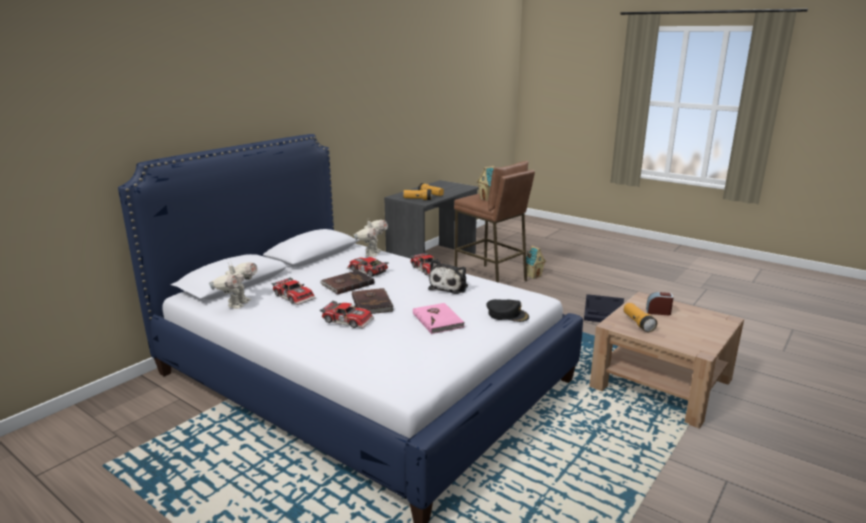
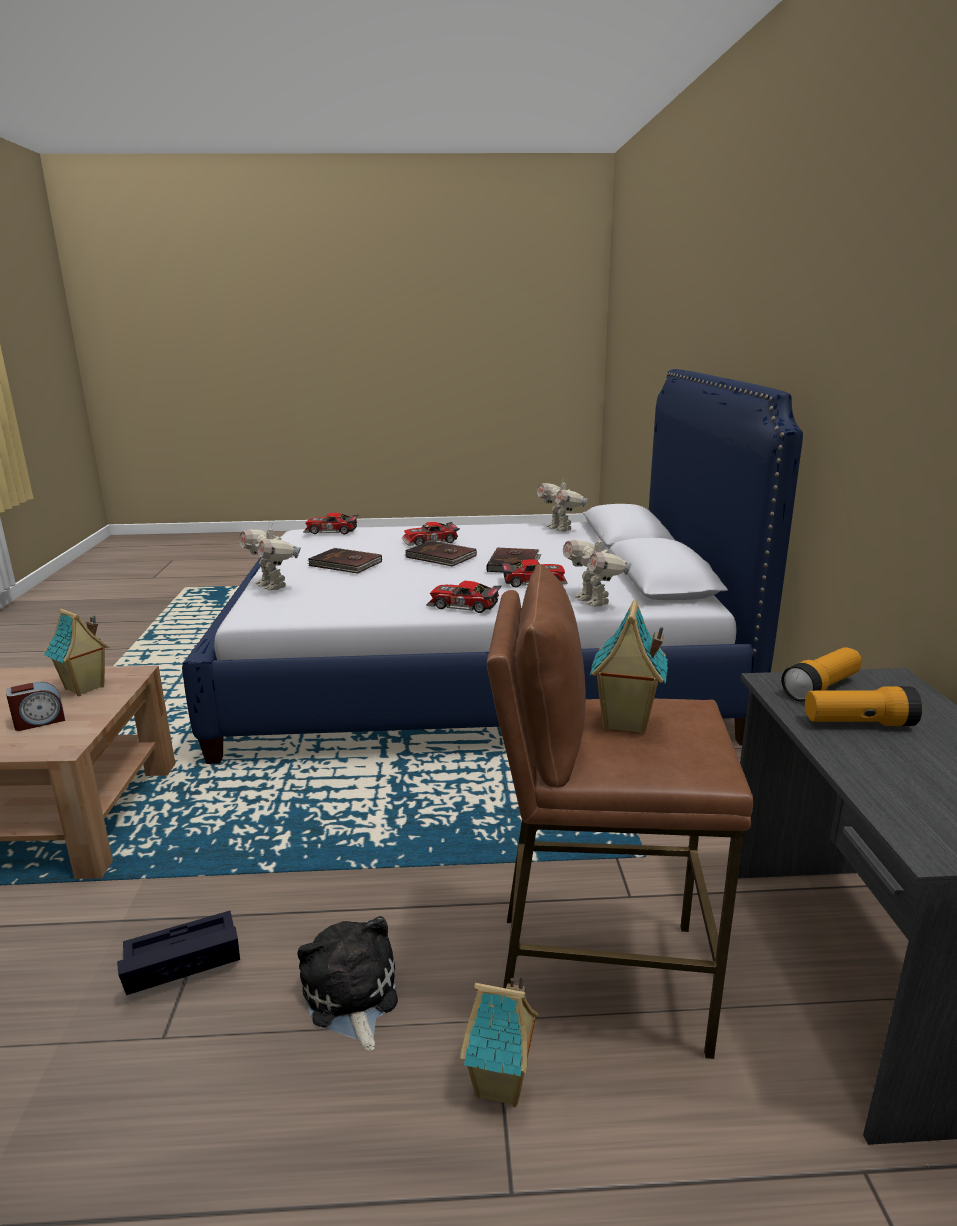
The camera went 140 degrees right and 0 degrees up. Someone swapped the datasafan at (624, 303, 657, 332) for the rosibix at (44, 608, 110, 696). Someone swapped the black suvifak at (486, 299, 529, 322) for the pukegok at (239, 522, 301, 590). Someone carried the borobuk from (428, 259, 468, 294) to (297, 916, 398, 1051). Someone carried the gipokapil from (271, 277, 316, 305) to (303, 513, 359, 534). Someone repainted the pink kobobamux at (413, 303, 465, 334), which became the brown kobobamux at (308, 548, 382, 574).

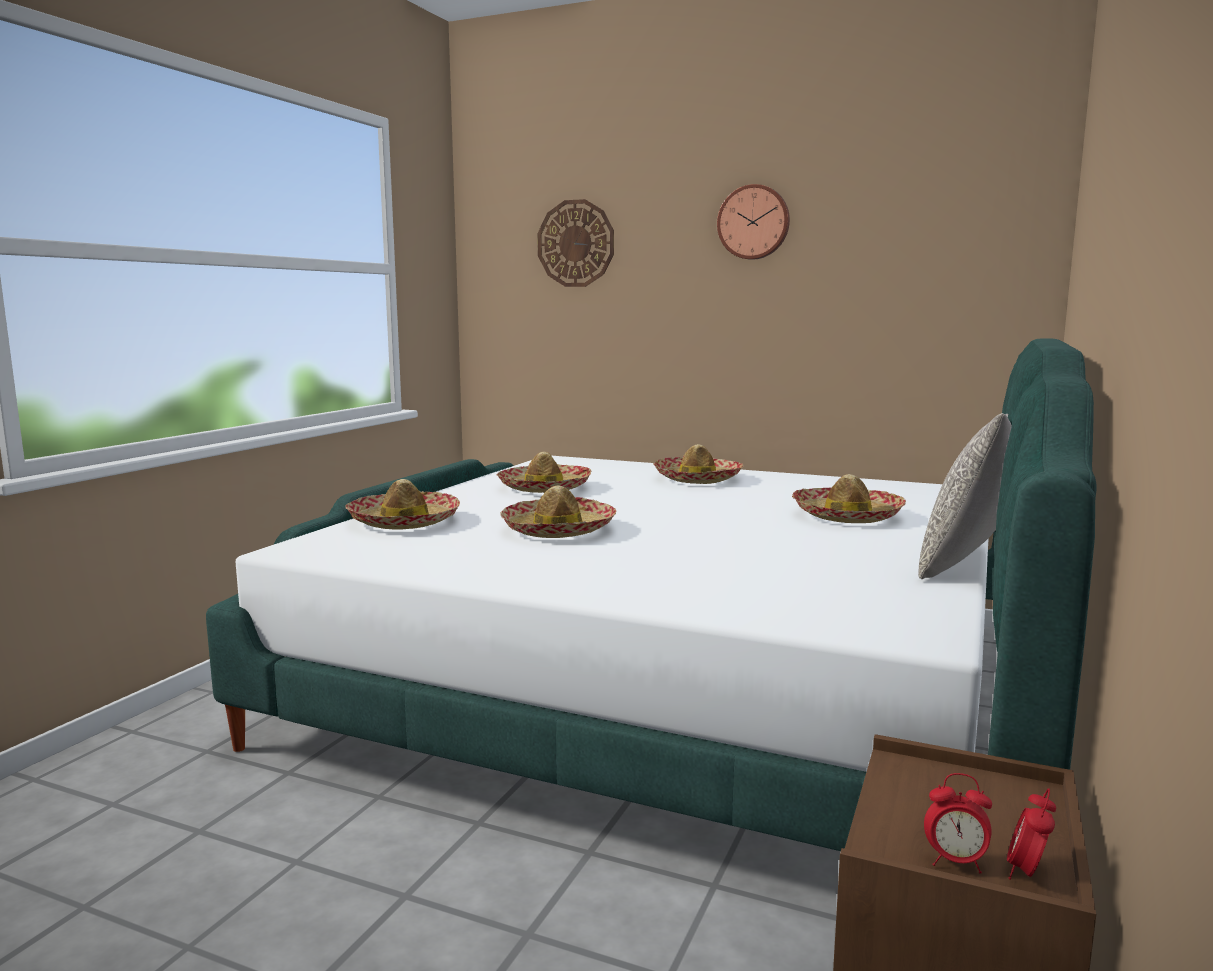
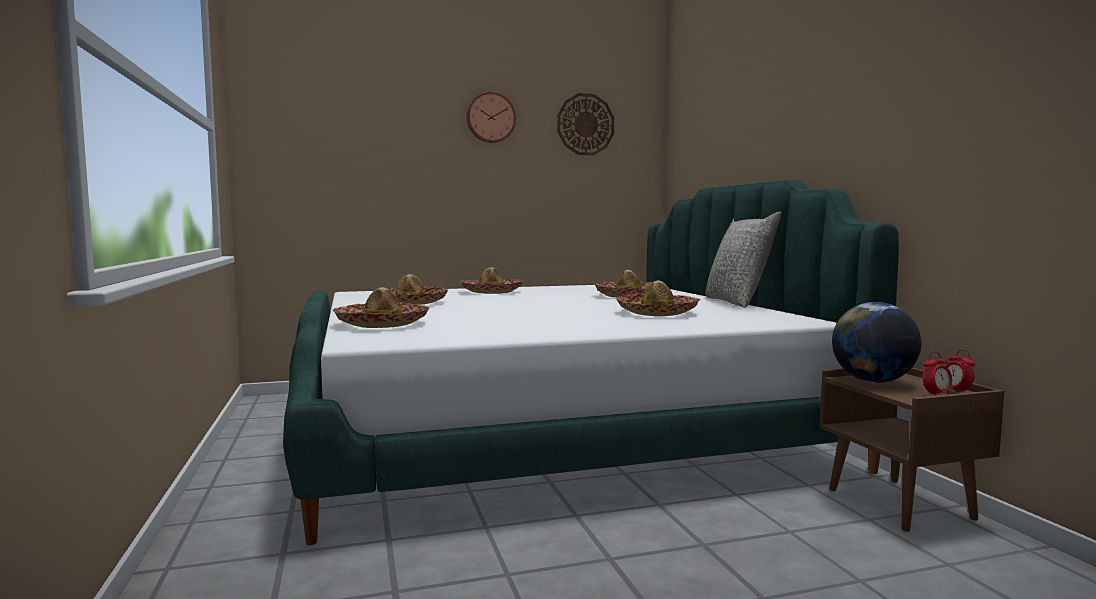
The camera went 40 degrees left and 5 degrees down. Someone carried the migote from (537, 199, 614, 287) to (557, 93, 614, 155). Someone carried the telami from (501, 485, 616, 538) to (616, 280, 700, 316). Someone put down the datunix at (832, 302, 921, 383).

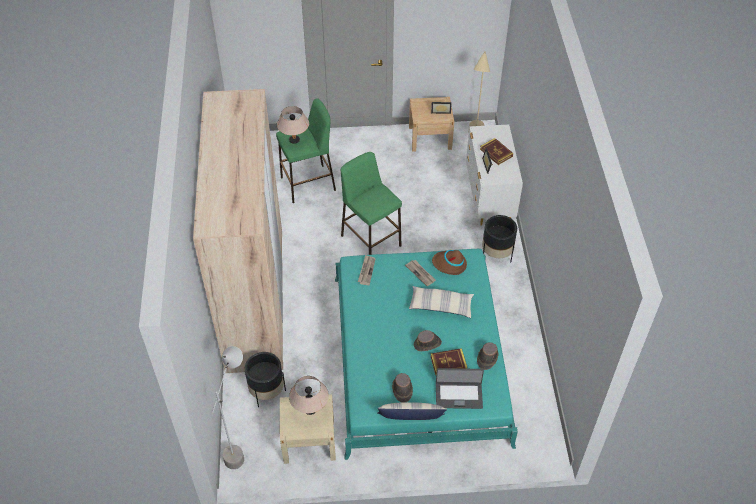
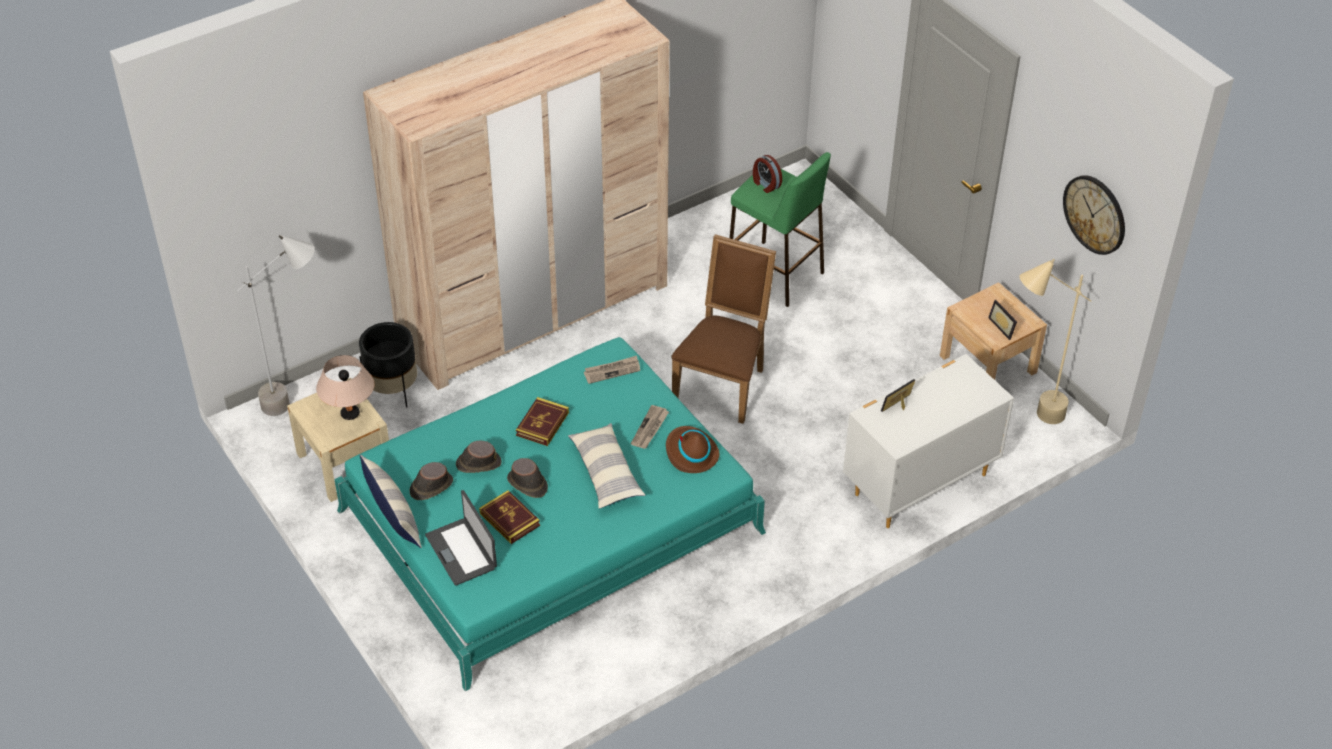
The camera went 60 degrees right and 5 degrees down. Someone carried the brown telami from (477, 342, 498, 370) to (456, 441, 502, 473). Someone carried the kobobamux from (480, 138, 513, 165) to (516, 397, 569, 446). Someone swapped the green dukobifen at (341, 152, 402, 255) for the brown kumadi at (671, 234, 776, 424). Someone swapped the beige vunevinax at (277, 106, 309, 144) for the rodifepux at (753, 155, 782, 193). Someone put up the migote at (1063, 175, 1125, 255). Someone took away the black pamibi at (482, 215, 517, 262).

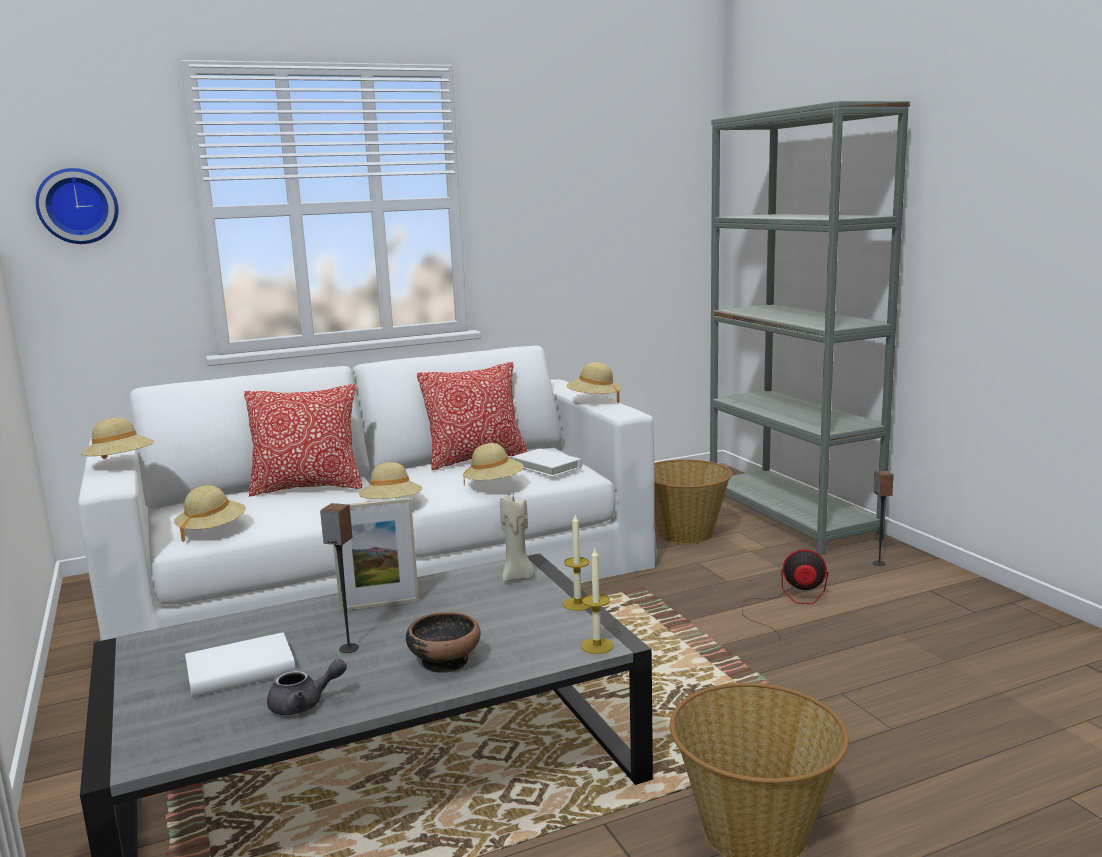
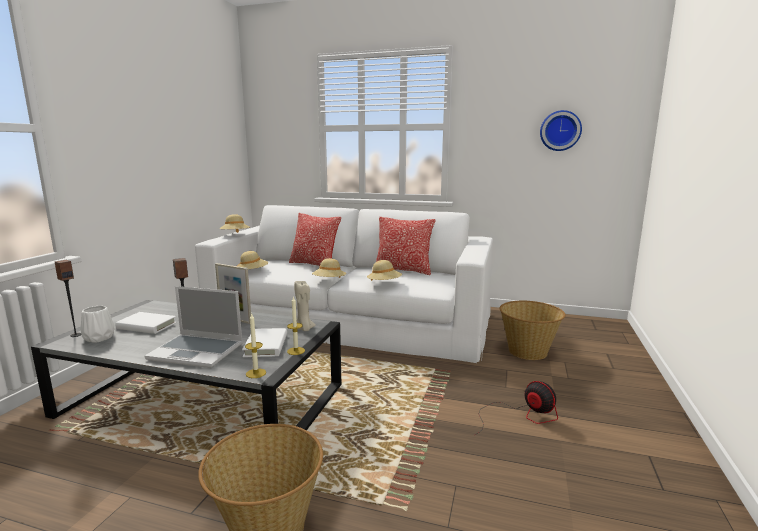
The camera went 40 degrees right and 0 degrees up. Someone carried the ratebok from (873, 471, 894, 566) to (55, 260, 81, 337). Someone put down the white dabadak at (80, 306, 115, 343). Someone swapped the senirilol at (406, 612, 481, 673) for the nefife at (145, 286, 243, 368). Someone carried the white kobobamux from (511, 449, 583, 477) to (242, 328, 287, 357). Someone carried the migote from (36, 168, 119, 244) to (540, 110, 582, 151). Someone took away the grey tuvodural at (267, 659, 347, 715). Someone took away the beige telami at (566, 362, 621, 403). Someone took away the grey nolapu at (710, 101, 910, 555).

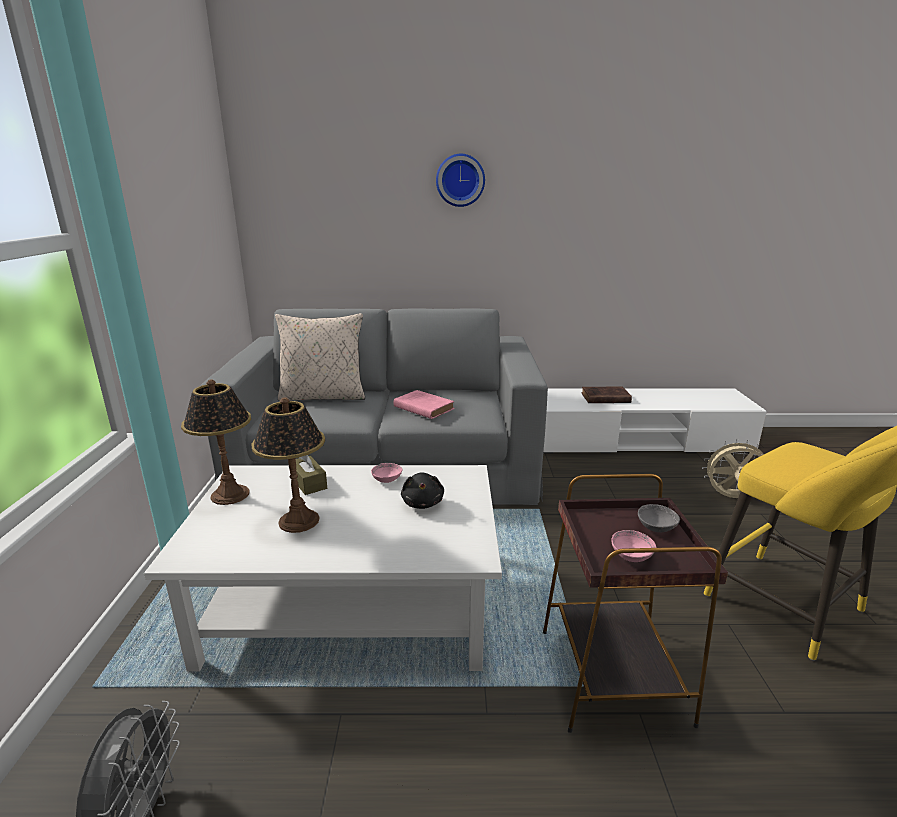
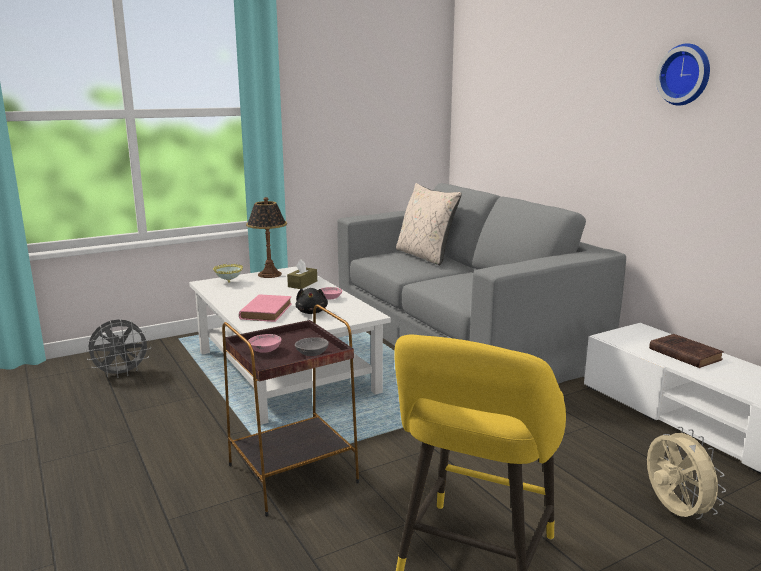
The camera went 60 degrees right and 5 degrees down. Someone put down the senirilol at (213, 263, 243, 283). Someone carried the pink kobobamux from (394, 390, 454, 419) to (239, 294, 292, 322). Someone rotated the black borobuk at (401, 472, 444, 509) by 60 degrees counterclockwise. Someone carried the migote from (436, 154, 485, 207) to (656, 43, 710, 106). Someone took away the vunevinax at (251, 397, 325, 533).

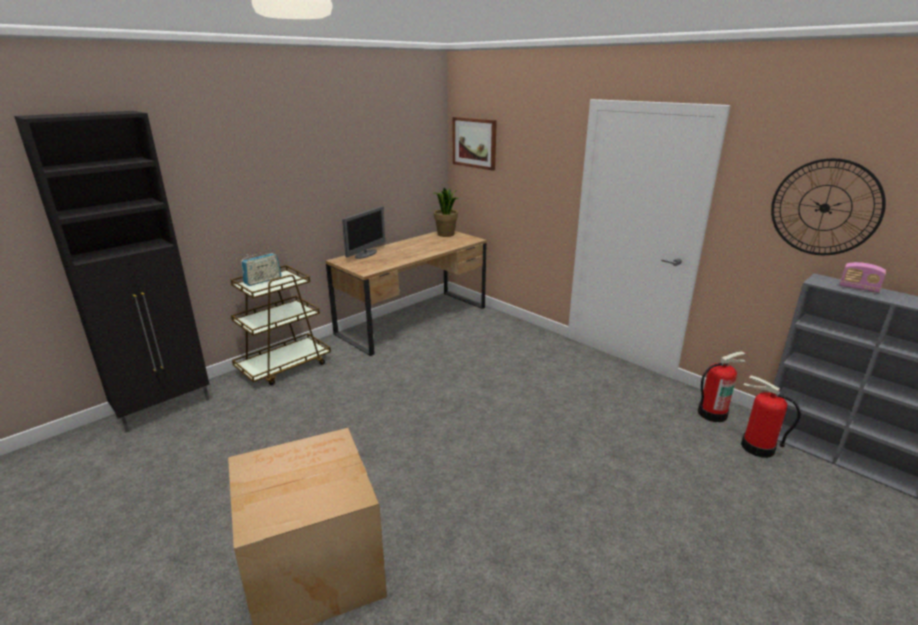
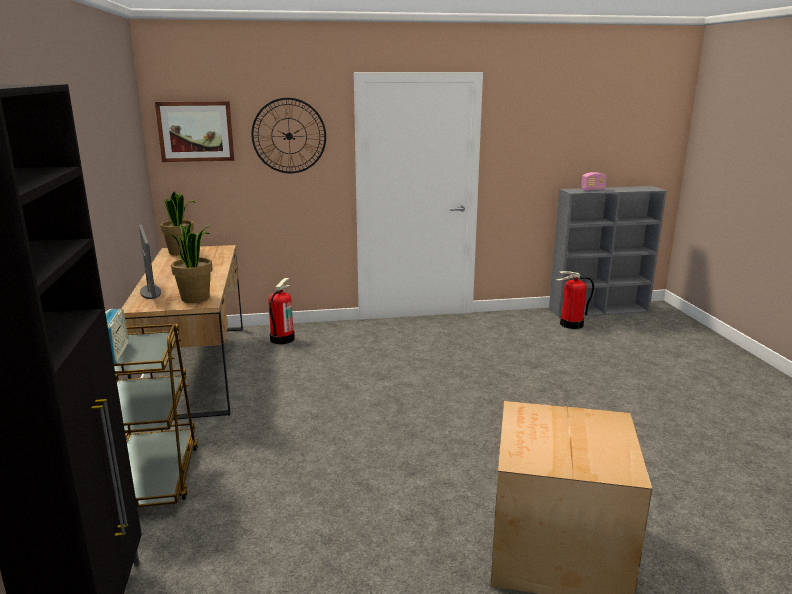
The camera went 55 degrees left and 5 degrees down. Someone put down the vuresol at (171, 223, 213, 303). Someone carried the migote from (771, 158, 886, 255) to (251, 98, 326, 173). Someone carried the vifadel from (698, 351, 746, 422) to (268, 278, 295, 344).

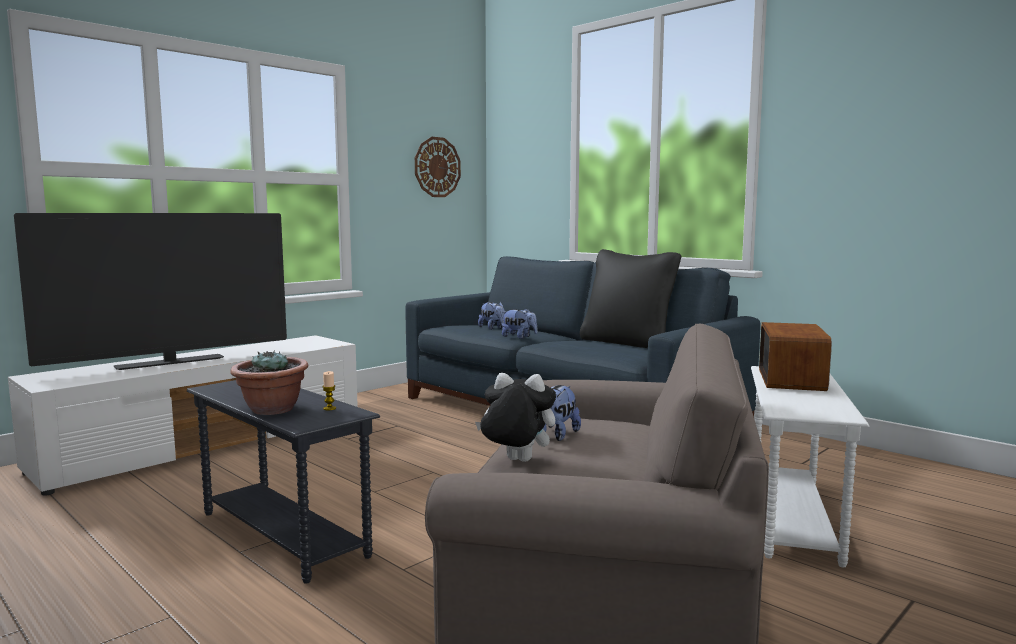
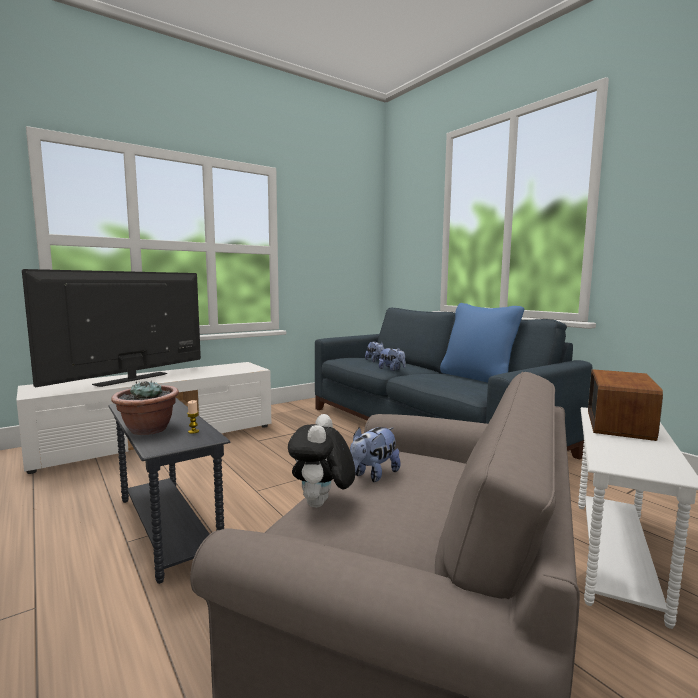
The camera went 10 degrees right and 0 degrees up. Someone rotated the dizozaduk at (14, 213, 287, 370) by 150 degrees clockwise. Someone rotated the borobuk at (475, 373, 556, 462) by 105 degrees counterclockwise. Someone repainted the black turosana at (580, 249, 681, 348), which became the blue turosana at (440, 303, 524, 383). Someone took away the migote at (415, 137, 461, 197).

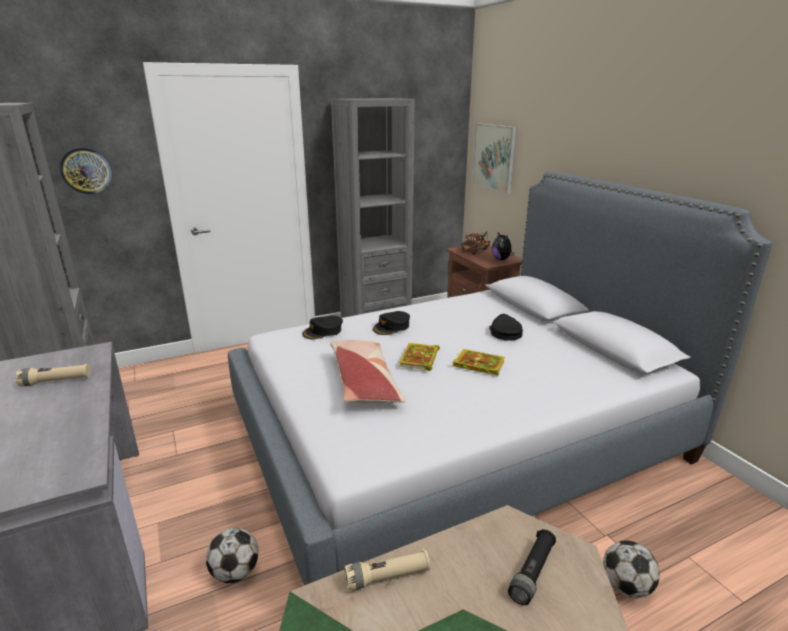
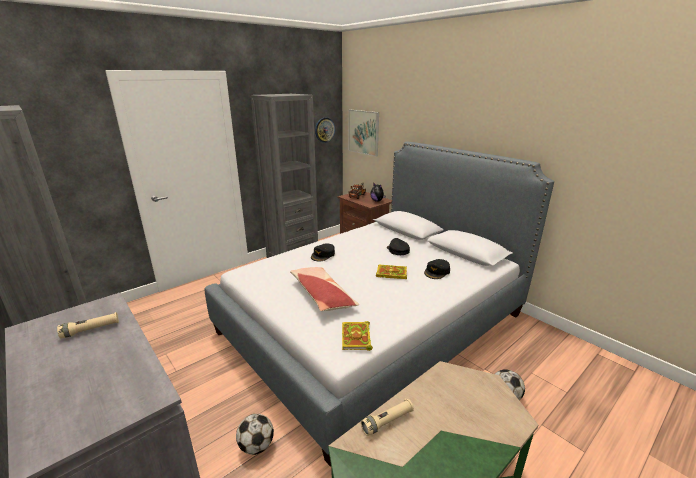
The camera went 15 degrees left and 0 degrees up. Someone carried the migote from (59, 147, 112, 195) to (315, 118, 335, 143). Someone carried the kobobamux from (399, 343, 440, 371) to (342, 321, 373, 351). Someone carried the black suvifak from (302, 315, 343, 339) to (424, 259, 450, 279). Someone took away the black datasafan at (508, 529, 556, 605).

